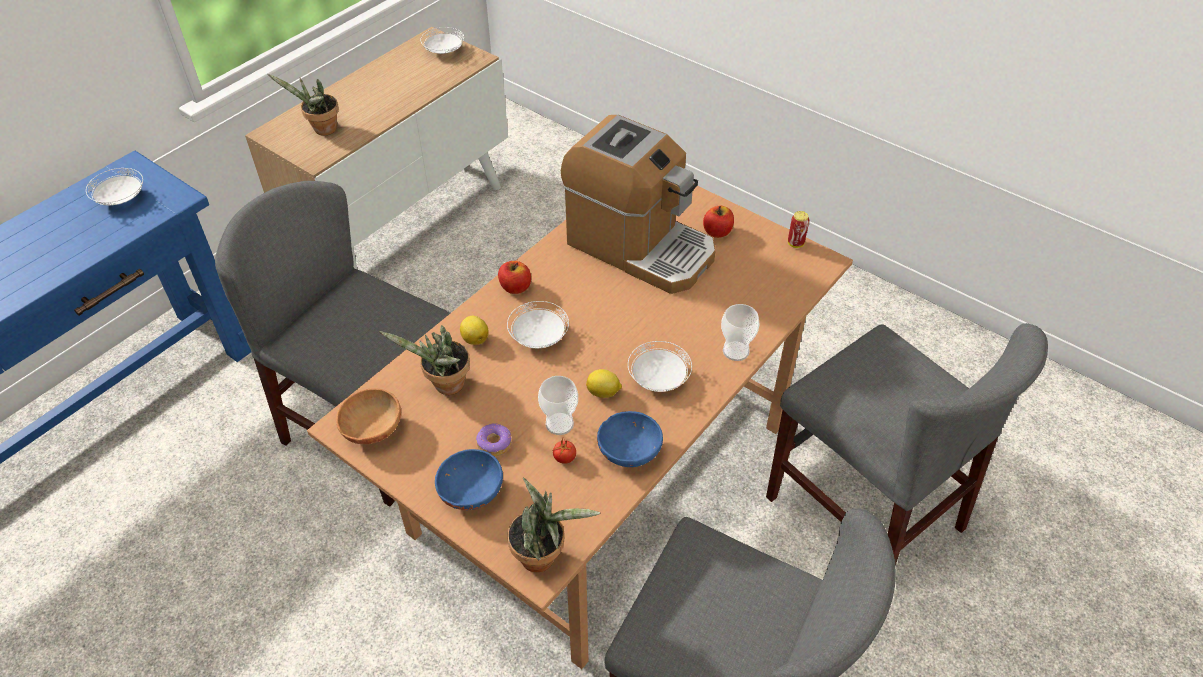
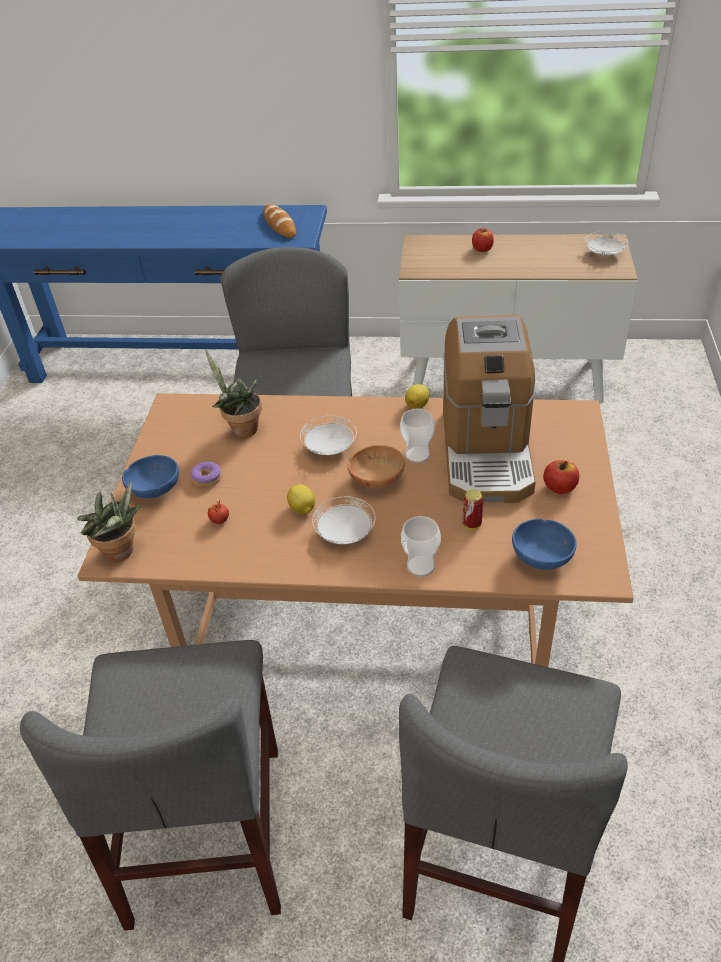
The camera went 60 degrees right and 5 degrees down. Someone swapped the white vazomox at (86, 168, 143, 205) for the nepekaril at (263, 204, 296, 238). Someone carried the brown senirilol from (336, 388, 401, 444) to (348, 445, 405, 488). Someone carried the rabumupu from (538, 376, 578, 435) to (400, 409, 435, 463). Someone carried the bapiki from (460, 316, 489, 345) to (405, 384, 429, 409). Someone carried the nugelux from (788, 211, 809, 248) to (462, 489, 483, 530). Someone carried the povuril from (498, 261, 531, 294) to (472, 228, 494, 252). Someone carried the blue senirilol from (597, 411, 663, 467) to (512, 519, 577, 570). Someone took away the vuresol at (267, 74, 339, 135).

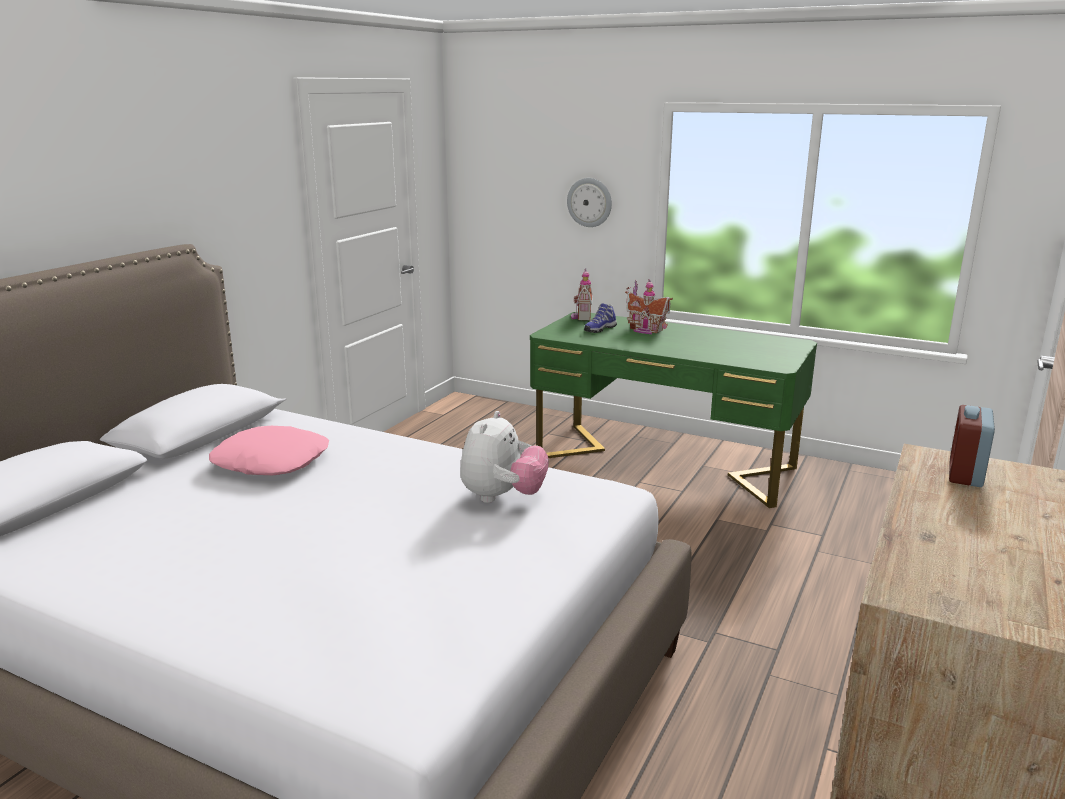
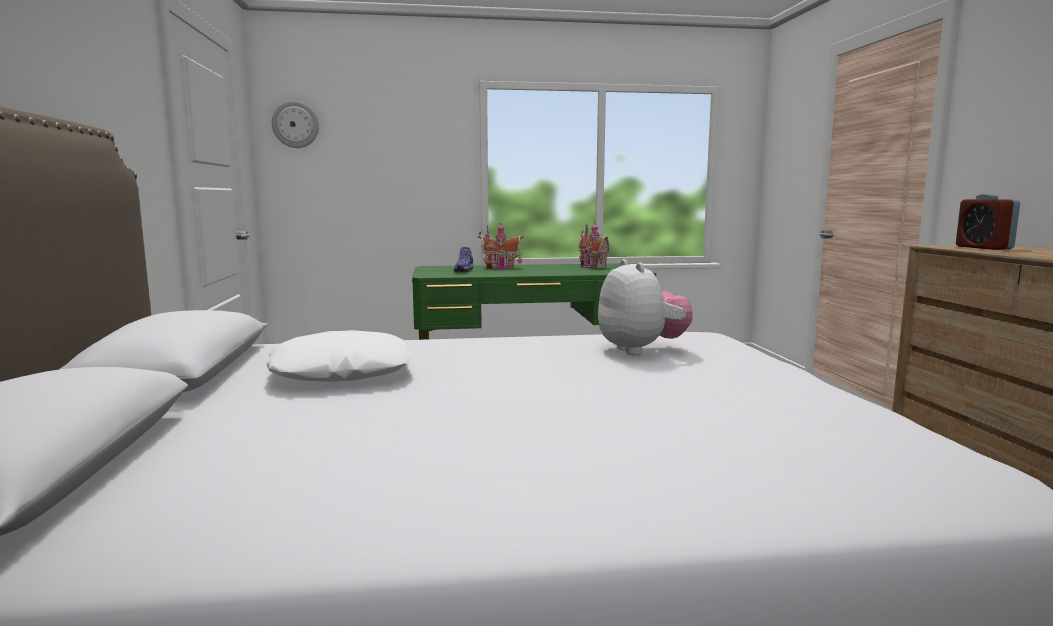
The camera went 35 degrees left and 10 degrees down. Someone repainted the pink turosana at (209, 426, 329, 475), which became the white turosana at (266, 330, 414, 382). Someone carried the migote from (567, 178, 612, 227) to (272, 101, 319, 148). Someone carried the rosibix from (571, 268, 592, 320) to (578, 222, 610, 269).

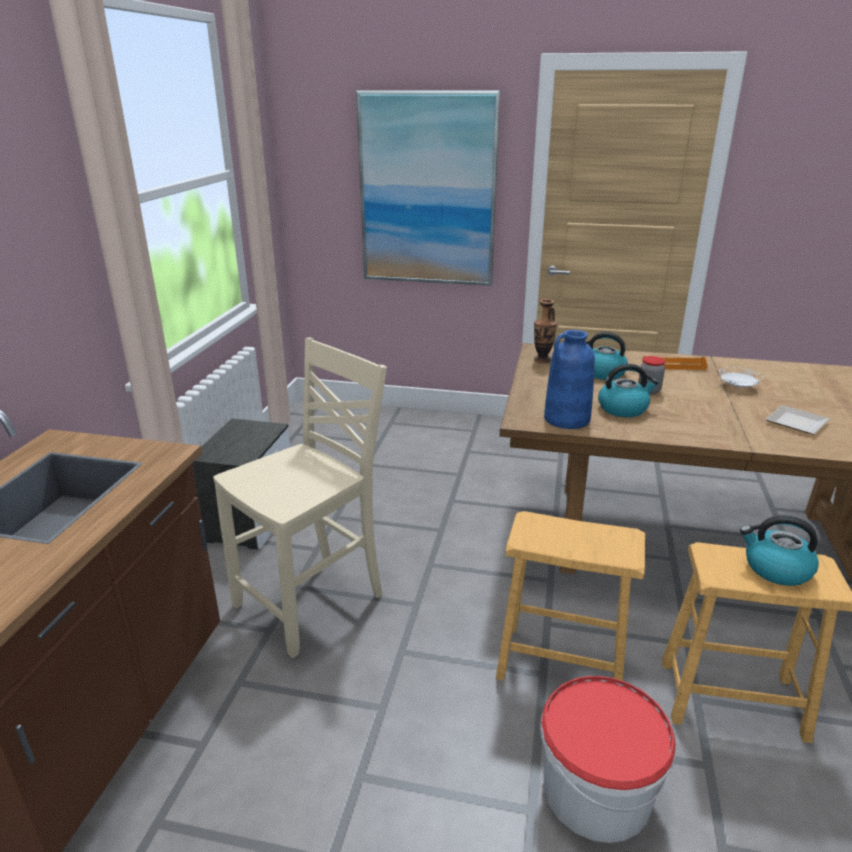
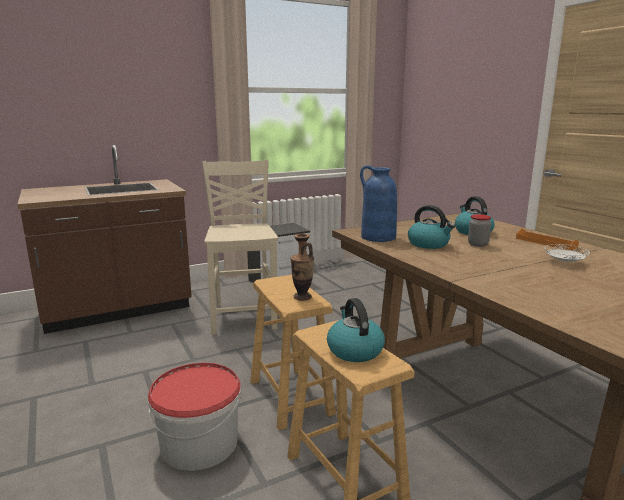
The camera went 50 degrees right and 10 degrees down. Someone rotated the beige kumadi at (213, 338, 387, 658) by 105 degrees counterclockwise. Someone carried the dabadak from (534, 299, 557, 363) to (290, 234, 314, 301). Someone took away the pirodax at (356, 90, 500, 286). Someone took away the vazomox at (765, 405, 830, 435).

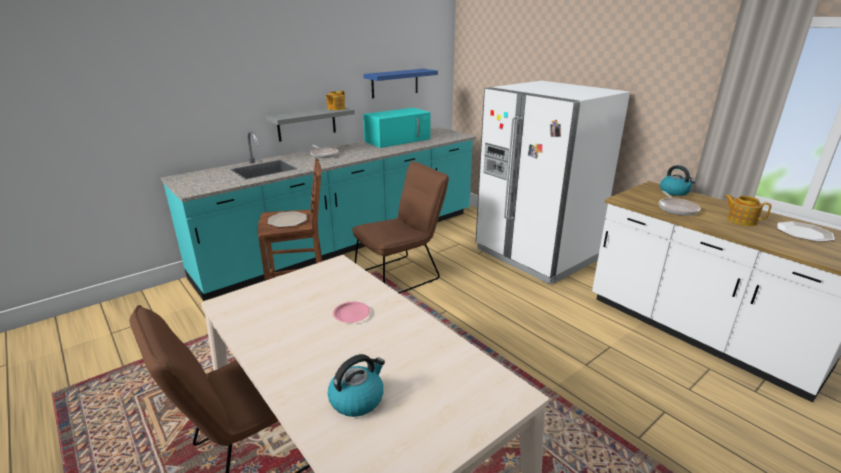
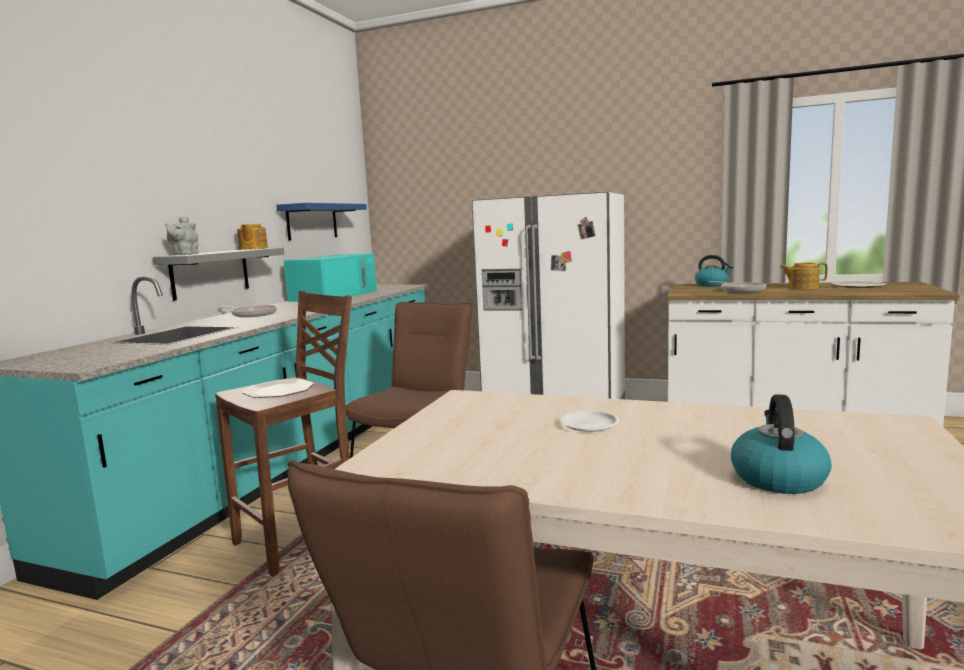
The camera went 30 degrees left and 15 degrees down. Someone put down the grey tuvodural at (165, 216, 199, 255). Someone repainted the pink vazomox at (333, 302, 370, 323), which became the white vazomox at (559, 410, 619, 432).

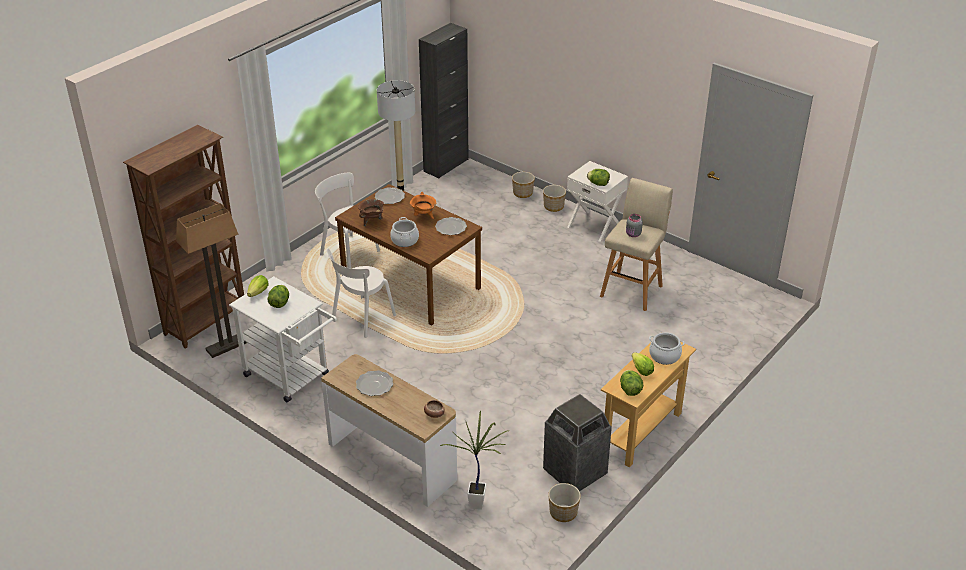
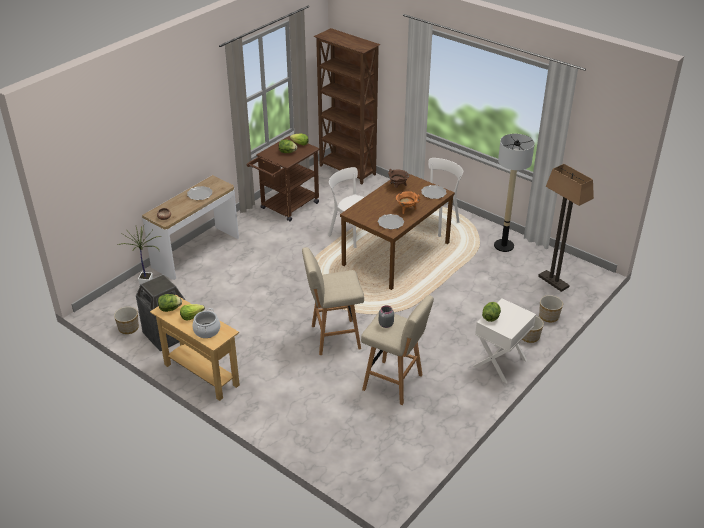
The camera went 90 degrees right and 0 degrees up. Someone repainted the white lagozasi at (229, 276, 337, 403), which became the brown lagozasi at (247, 136, 320, 222). Someone put down the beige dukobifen at (302, 247, 364, 355). Someone carried the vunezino from (176, 203, 247, 358) to (538, 164, 594, 292). Someone took away the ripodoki at (390, 217, 419, 247). Someone took away the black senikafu at (419, 23, 469, 178).

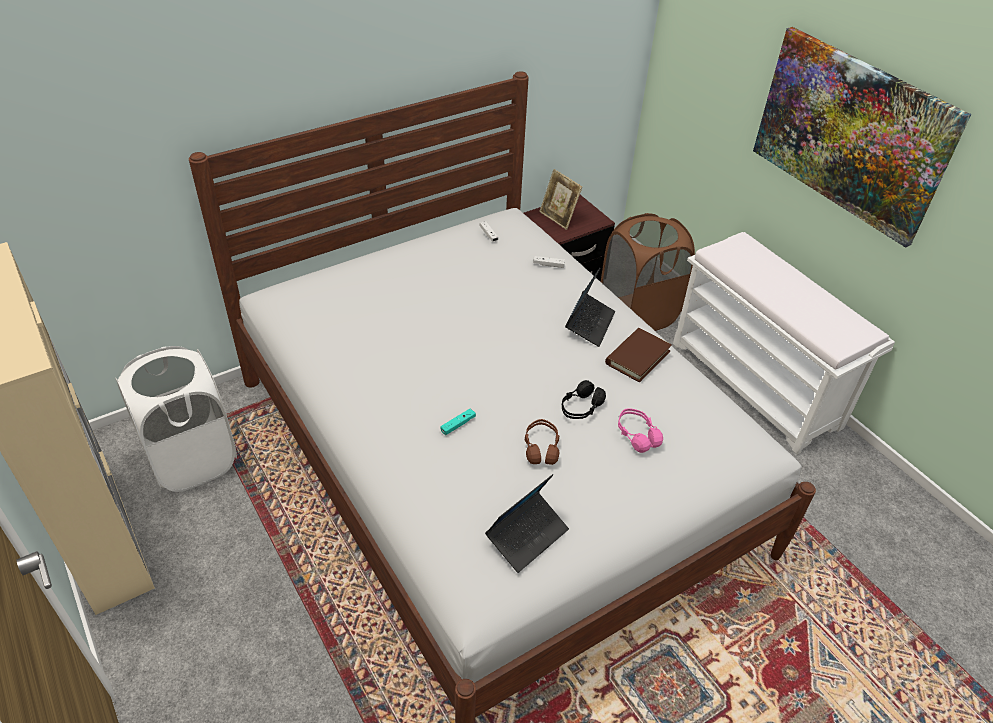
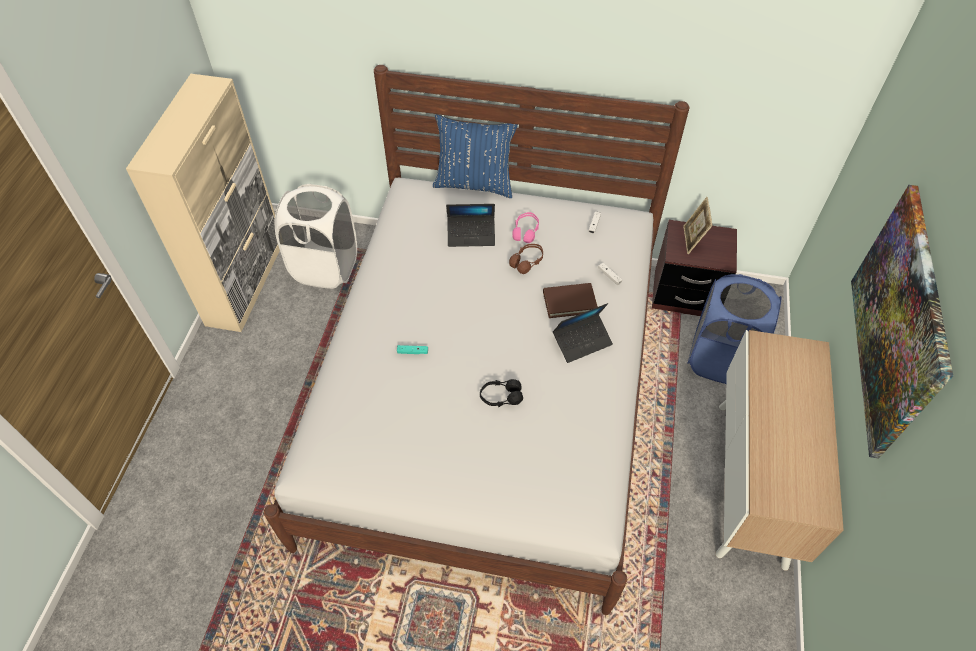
The camera went 45 degrees right and 10 degrees up. Someone put down the blue turosana at (433, 114, 518, 198). Someone carried the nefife from (485, 474, 569, 573) to (446, 204, 495, 247). Someone carried the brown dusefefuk from (525, 419, 560, 465) to (509, 244, 543, 274). Someone carried the pink dusefefuk from (618, 408, 663, 453) to (513, 212, 539, 243). Someone carried the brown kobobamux from (605, 328, 672, 383) to (543, 283, 598, 318). Someone repainted the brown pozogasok at (601, 213, 695, 331), which became the blue pozogasok at (688, 274, 782, 384). Someone swapped the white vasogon at (673, 232, 895, 455) for the senikafu at (715, 330, 844, 571).

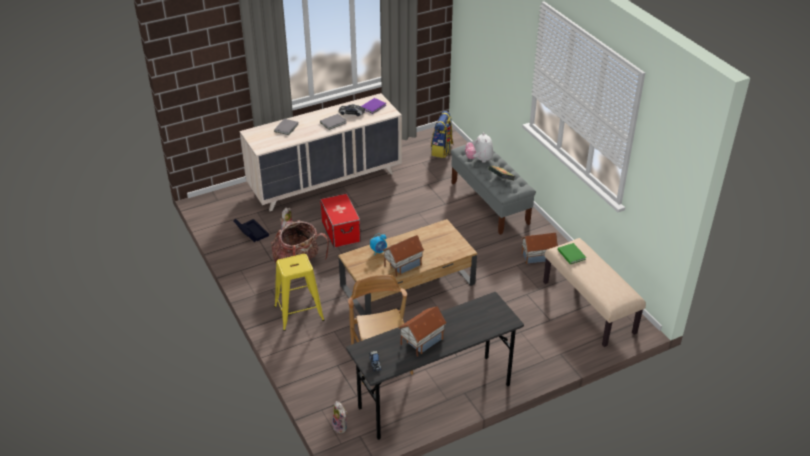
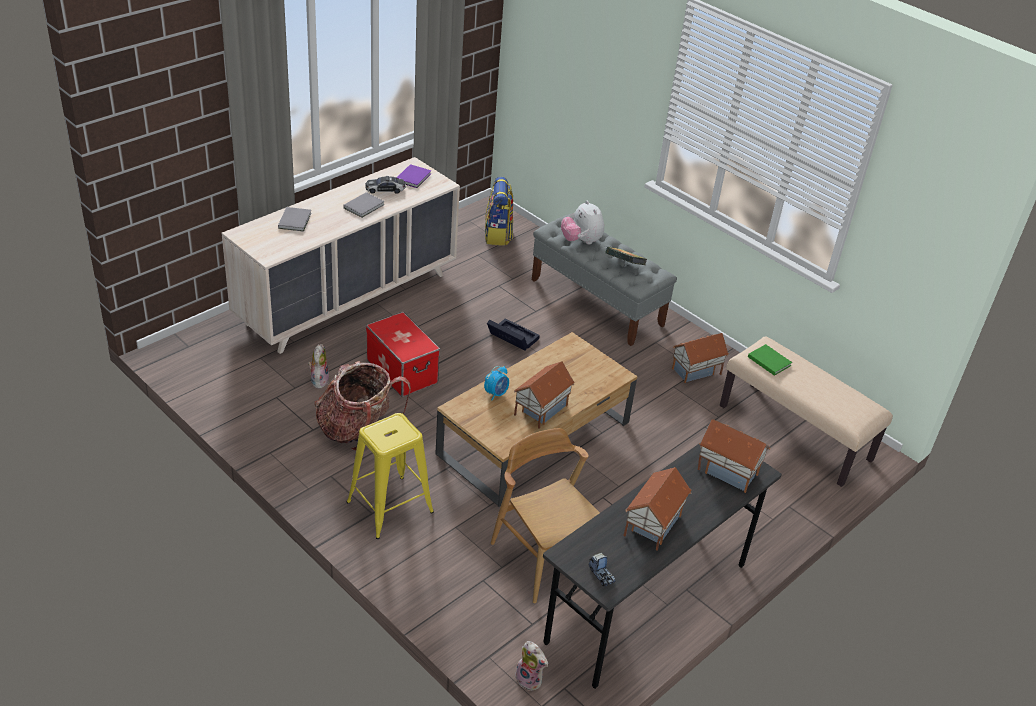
The camera went 20 degrees left and 0 degrees up. Someone carried the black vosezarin from (233, 218, 269, 243) to (487, 318, 540, 351). Someone put down the rosibix at (698, 419, 771, 493).

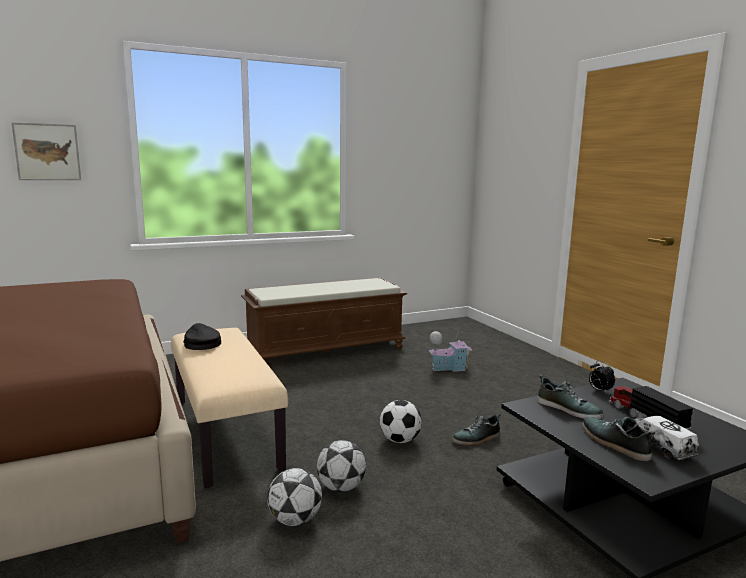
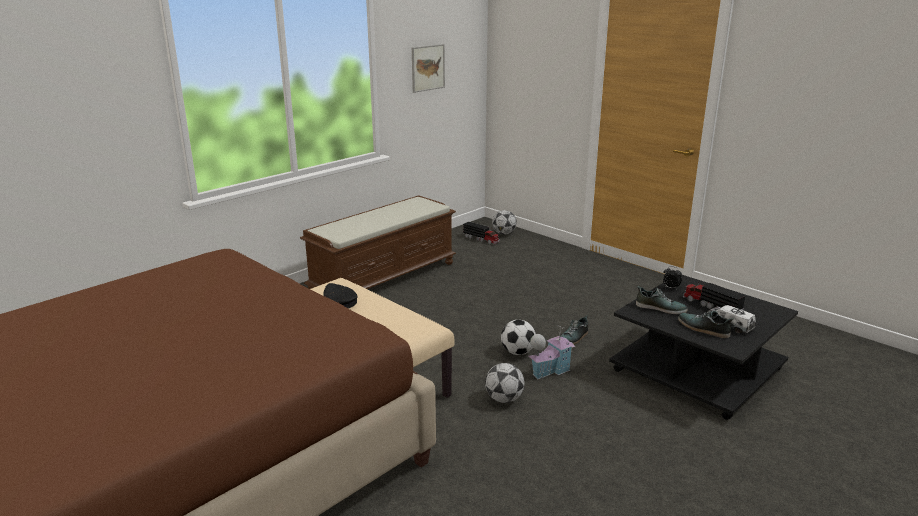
The camera went 20 degrees left and 10 degrees up. Someone carried the pirodax from (11, 122, 81, 180) to (412, 44, 445, 93). Someone put down the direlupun at (463, 222, 500, 244). Someone carried the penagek from (267, 468, 322, 526) to (492, 210, 517, 235). Someone carried the rosibix from (428, 328, 472, 372) to (528, 325, 575, 380).

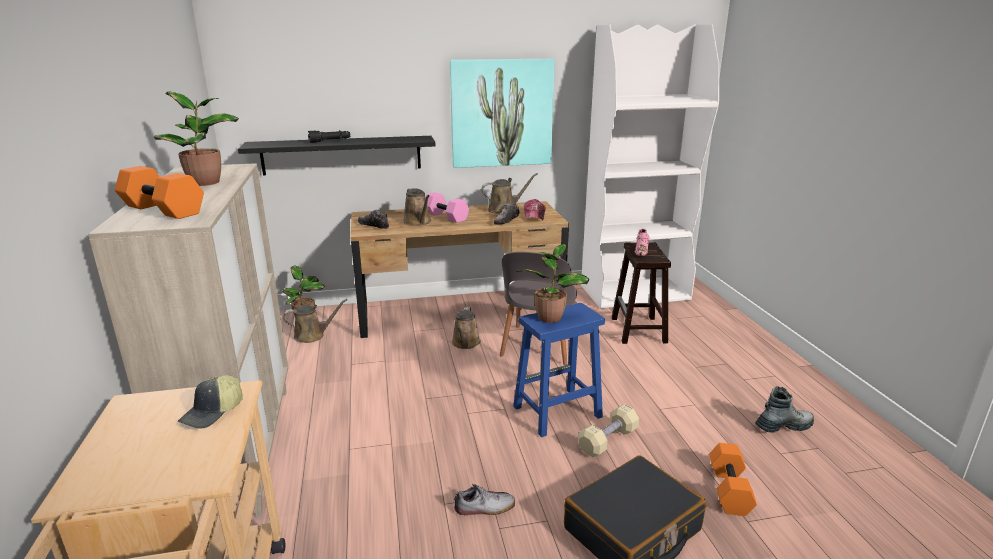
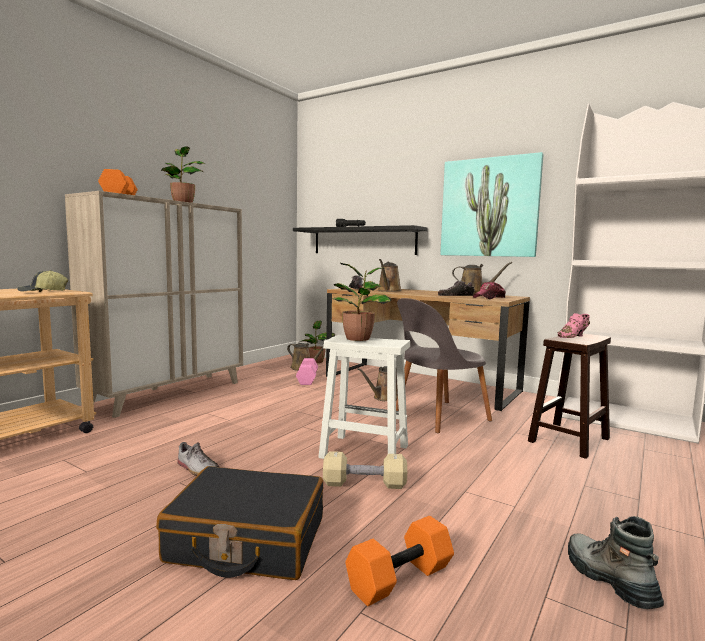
The camera went 45 degrees right and 15 degrees down. Someone carried the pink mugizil from (426, 192, 469, 223) to (296, 358, 318, 385). Someone repainted the blue dukobifen at (513, 303, 605, 437), which became the white dukobifen at (318, 335, 410, 459). Someone rotated the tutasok at (755, 386, 814, 433) by 135 degrees counterclockwise.

